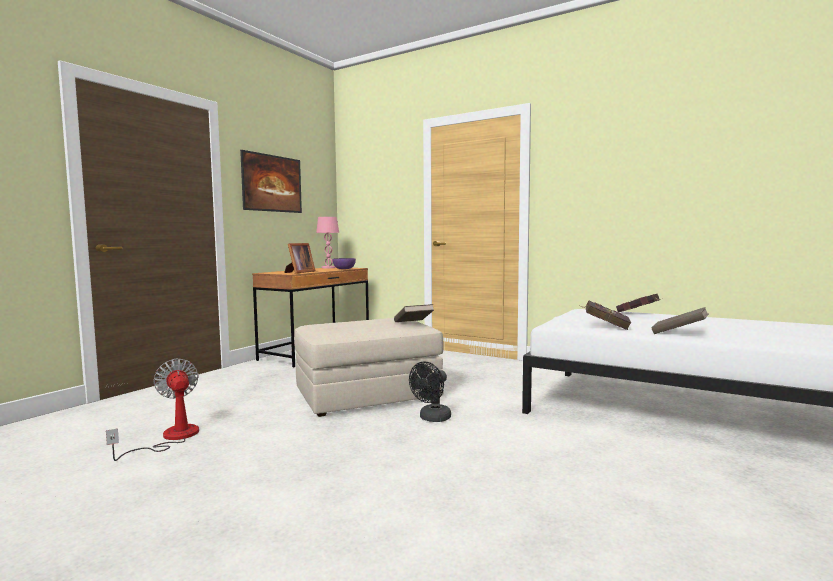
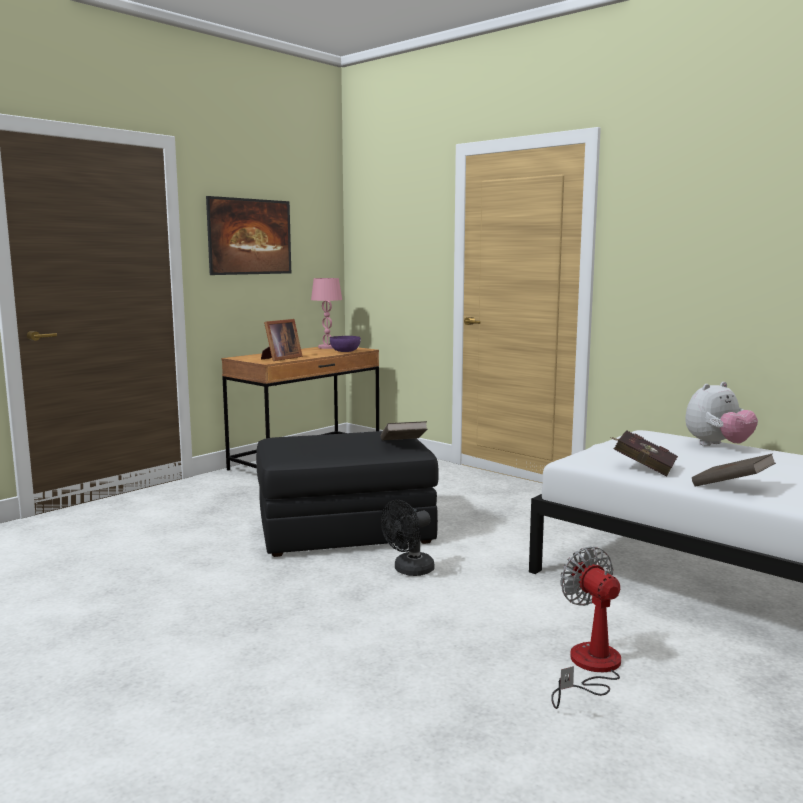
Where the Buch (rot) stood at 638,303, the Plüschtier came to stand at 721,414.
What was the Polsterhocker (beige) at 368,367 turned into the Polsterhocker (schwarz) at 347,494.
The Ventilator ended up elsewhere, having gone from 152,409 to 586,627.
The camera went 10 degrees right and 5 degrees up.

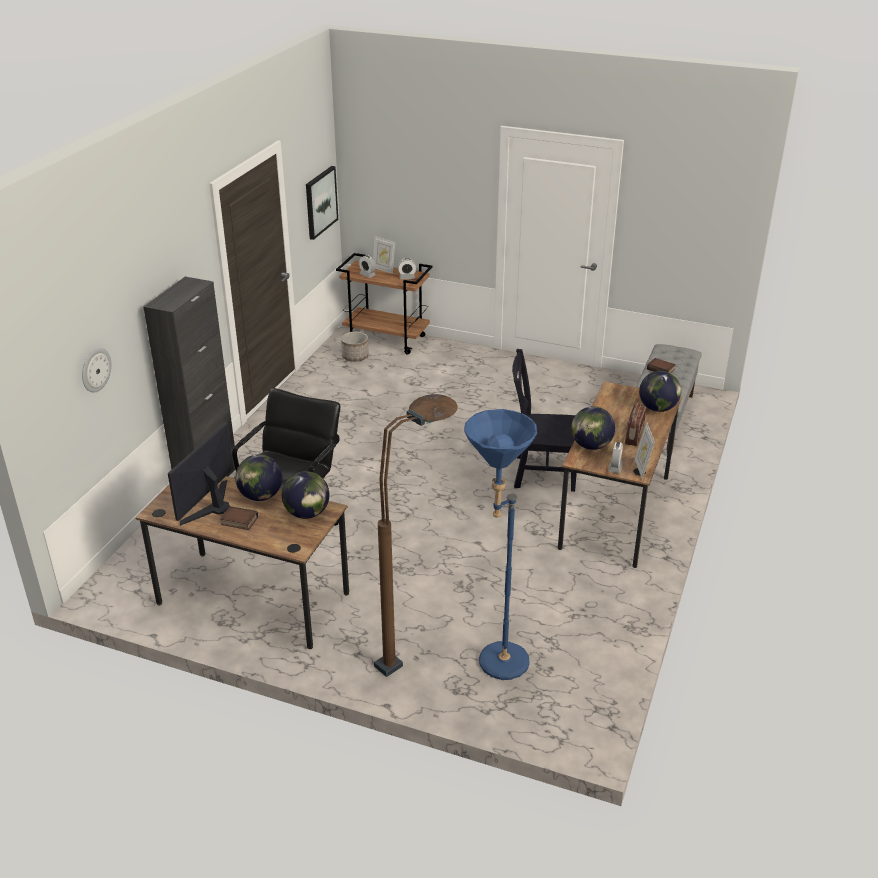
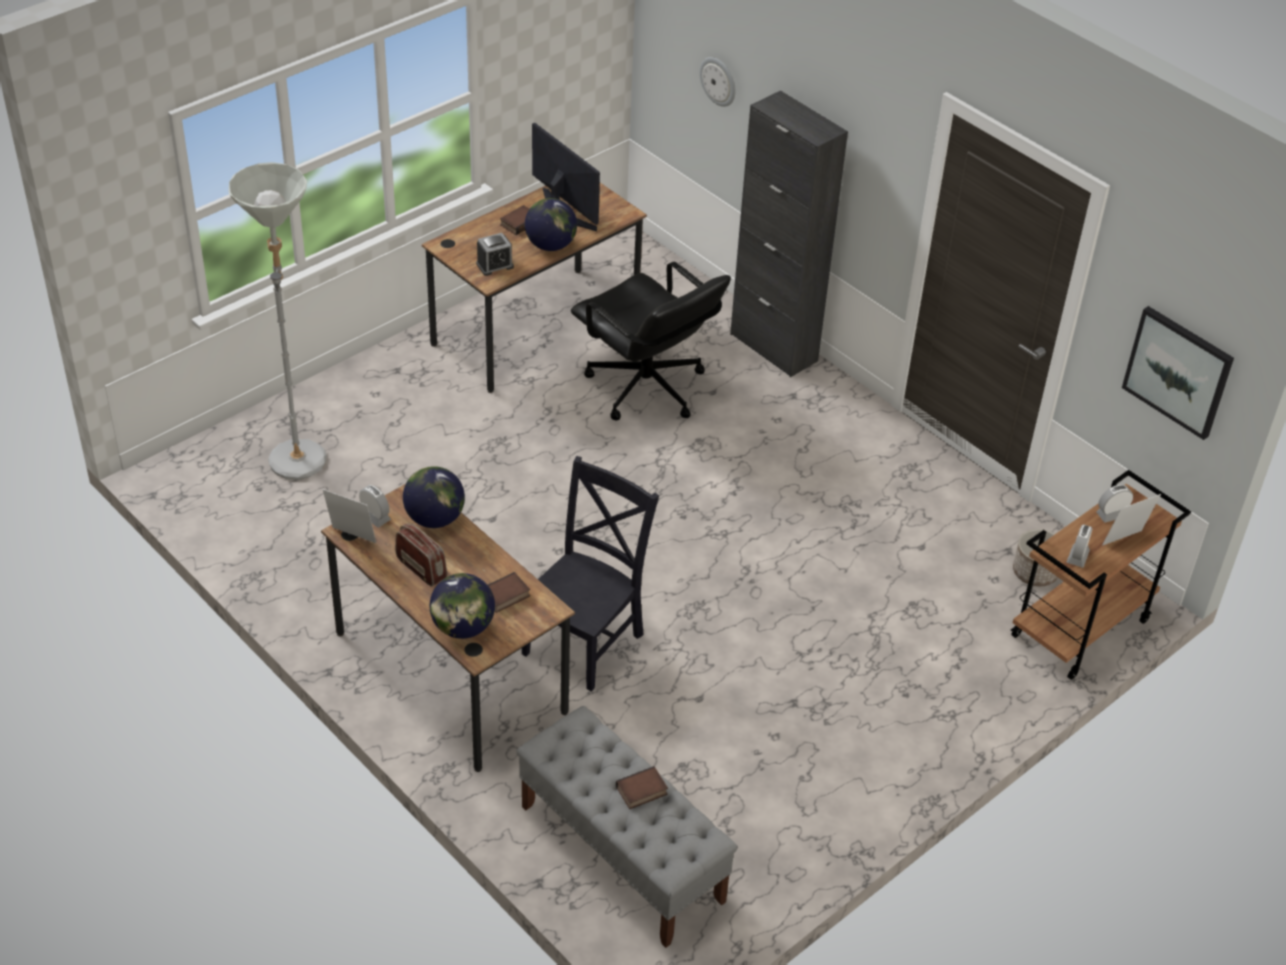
The second view lost the Stehlampe (braun) at 416,535.
What was the Stehlampe (blau) at 500,544 turned into the Stehlampe (grau) at 278,321.
Where the Globus stood at 306,495, the Wecker came to stand at 495,254.
The second view gained the Buch at 509,592.
The camera went 115 degrees right and 10 degrees up.

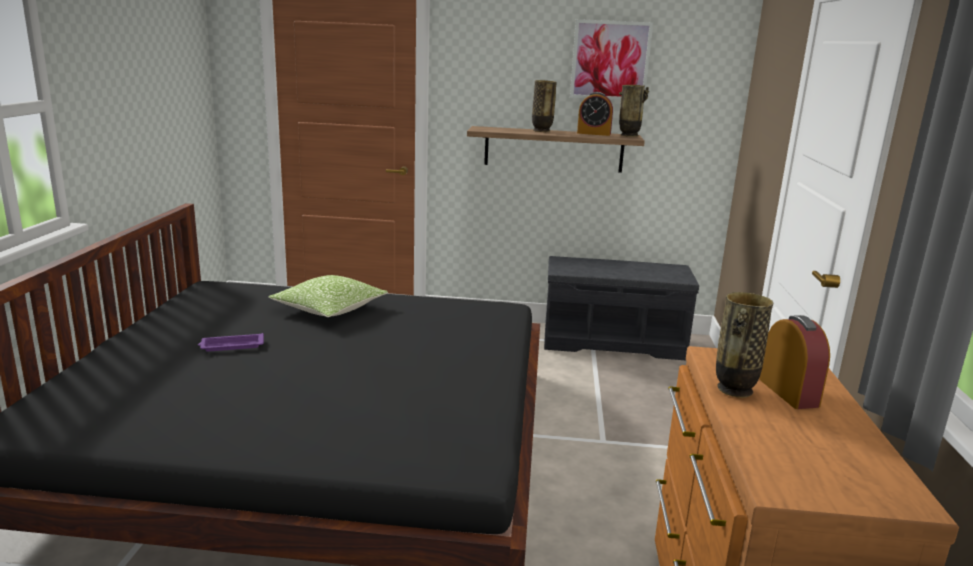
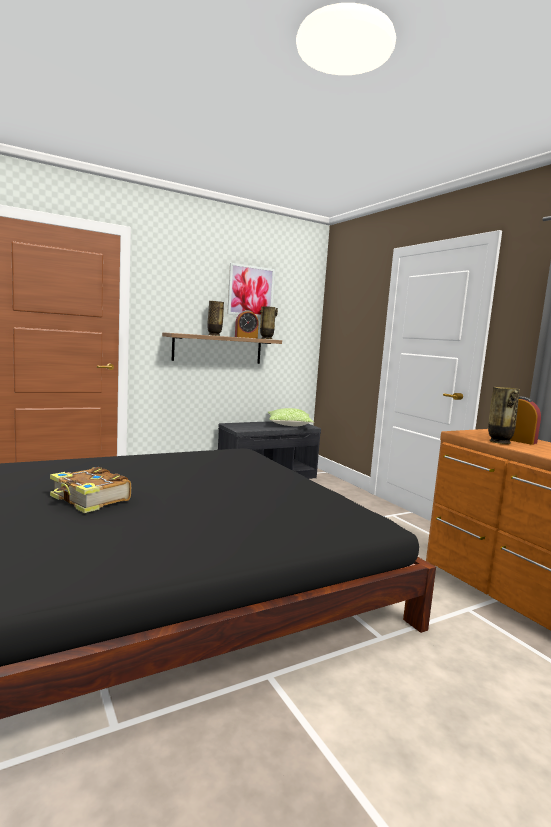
The Kissen ended up elsewhere, having gone from 328,296 to 291,417.
Where the Tablett (lila) stood at 231,342, the Buch came to stand at 90,490.
The camera went 35 degrees left and 10 degrees down.

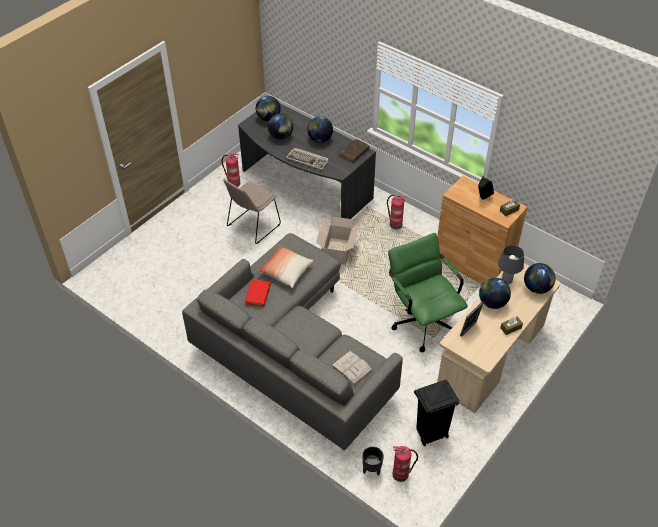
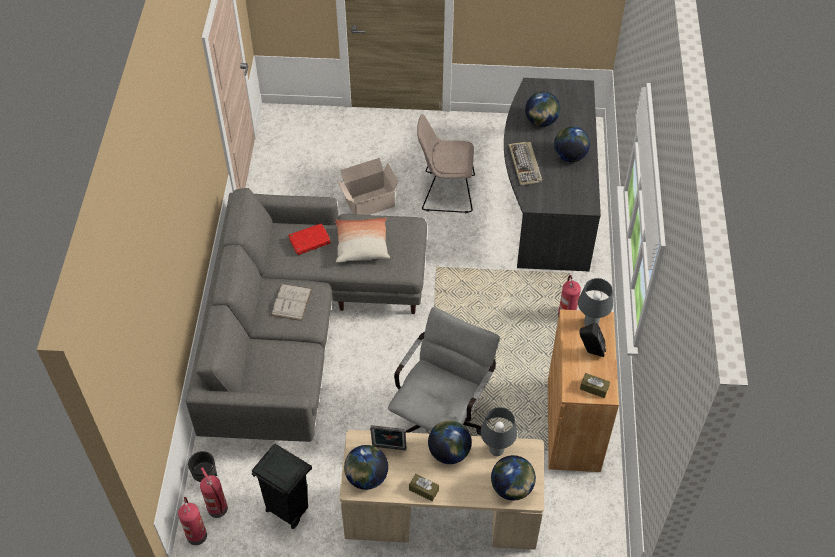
The Globus ended up elsewhere, having gone from 268,108 to 366,467.
The second view lost the Buch (braun) at 355,150.
The Feuerlöscher ended up elsewhere, having gone from 231,170 to 192,521.
The Karton ended up elsewhere, having gone from 338,240 to 367,186.
What was the Bürostuhl (grün) at 428,292 turned into the Bürostuhl (grau) at 444,371.
The Buch (weiß) ended up elsewhere, having gone from 352,367 to 291,302.
The second view gained the Tischlampe (grau) at 595,302.
The camera went 55 degrees right and 5 degrees up.

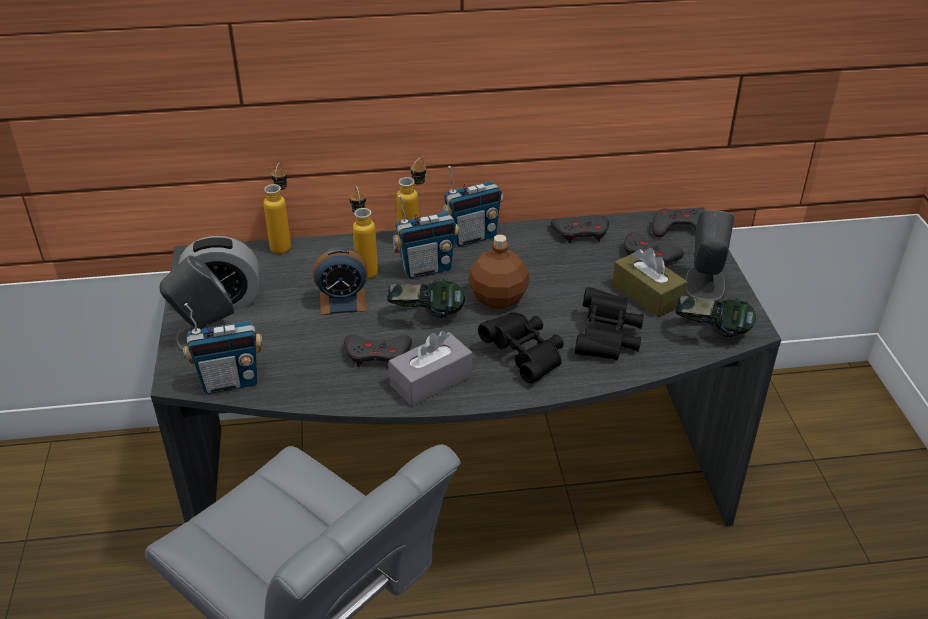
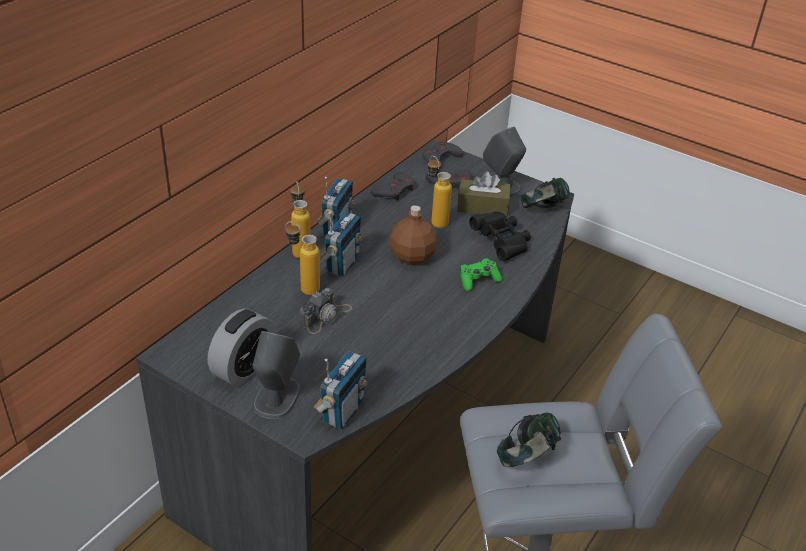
The Flasche ended up elsewhere, having gone from 277,208 to 440,192.
Where the Wecker stood at 340,281, the Kamera came to stand at 326,311.
The Kopfhörer ended up elsewhere, having gone from 426,298 to 529,439.
Where the Fernglas (schwarz) stood at 520,347, the Gamepad (grün) came to stand at 481,274.
The second view lost the Taschentuchbox (grau) at 430,368.
The second view lost the Gamepad (grau) at 378,351.
The camera went 50 degrees left and 0 degrees up.

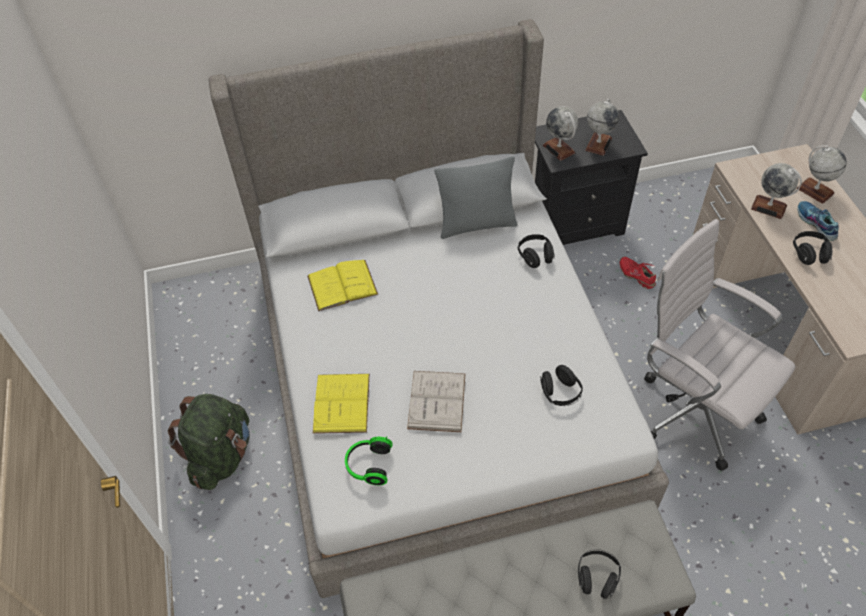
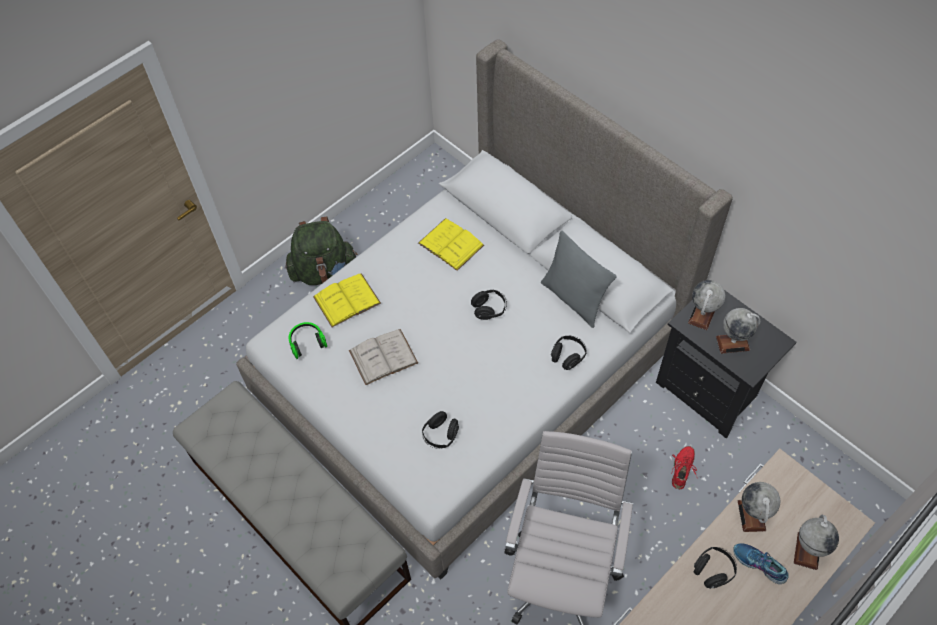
The Schuh at 818,221 ended up facing another way, 90 degrees counterclockwise from before.
The Kopfhörer (schwarz) ended up elsewhere, having gone from 599,574 to 489,305.
The camera went 60 degrees right and 5 degrees up.

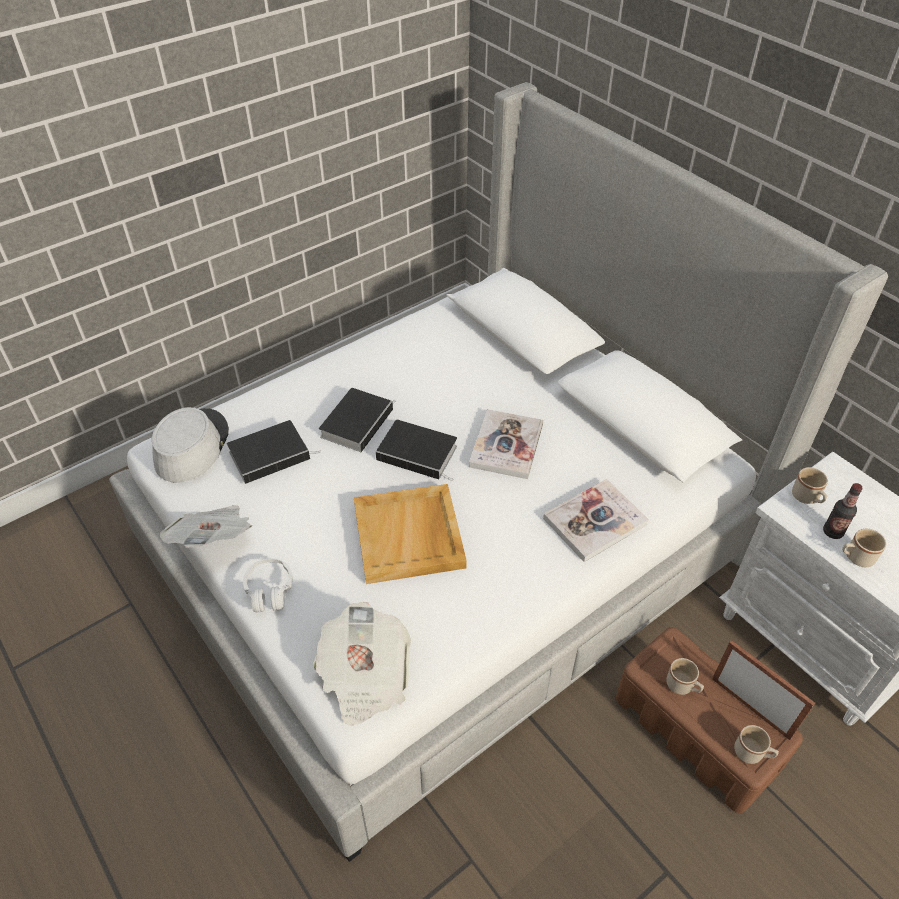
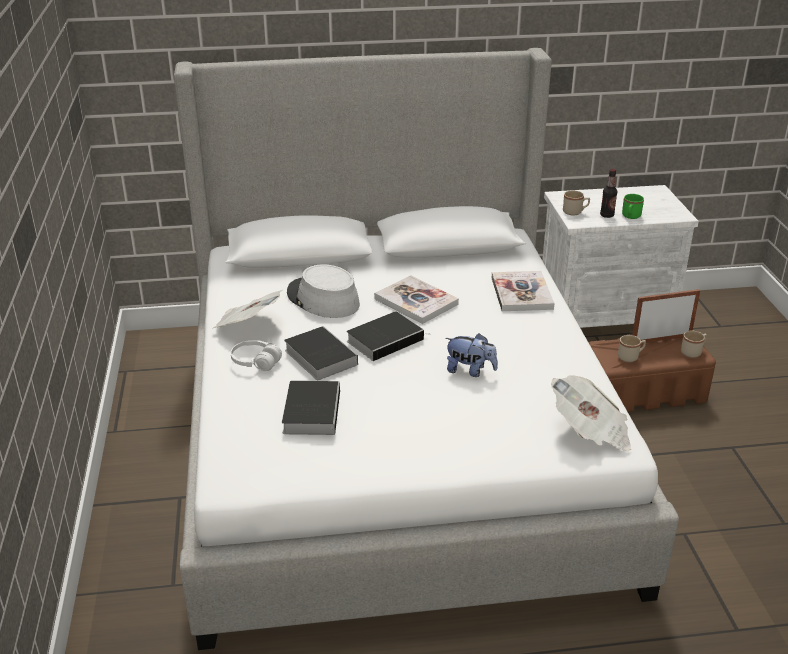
The Hut (grau) ended up elsewhere, having gone from 190,445 to 323,291.
Where the Tablett (beige) stood at 410,534, the Plüschtier came to stand at 471,355.
The Zeitung ended up elsewhere, having gone from 205,526 to 247,309.
What was the Henkelbecher (beige) at 864,548 turned into the Henkelbecher (grün) at 633,206.
The Kopfhörer (weiß) ended up elsewhere, having gone from 268,585 to 256,355.
The camera went 60 degrees left and 15 degrees down.

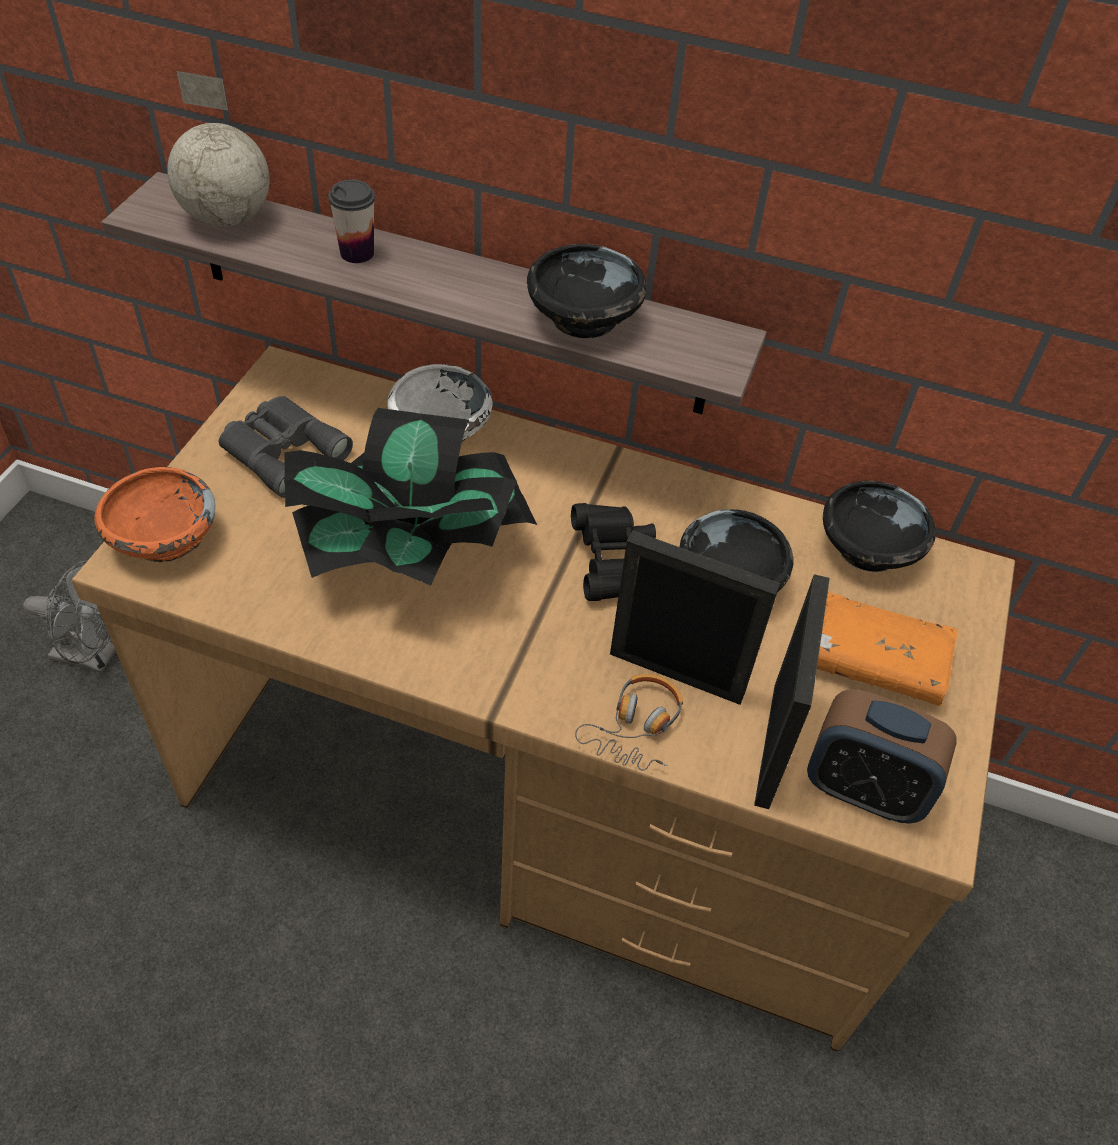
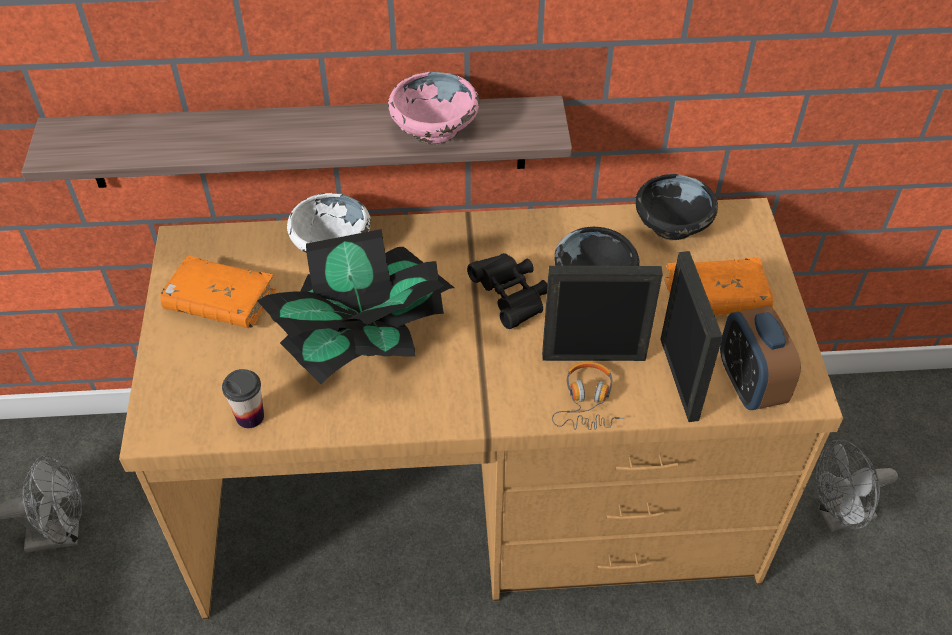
The second view lost the Globus at 218,149.
The Tasse ended up elsewhere, having gone from 351,221 to 243,398.
What was the Schüssel (schwarz) at 587,291 turned into the Schüssel (rosa) at 433,108.
Where the Fernglas (grau) stood at 286,447, the Buch (orange) came to stand at 218,292.
The second view lost the Schüssel (orange) at 154,514.
The Wecker at 882,756 ended up facing another way, 75 degrees clockwise from before.
The second view gained the Ventilator (grau) at 856,485.
The camera went 20 degrees left and 0 degrees up.

